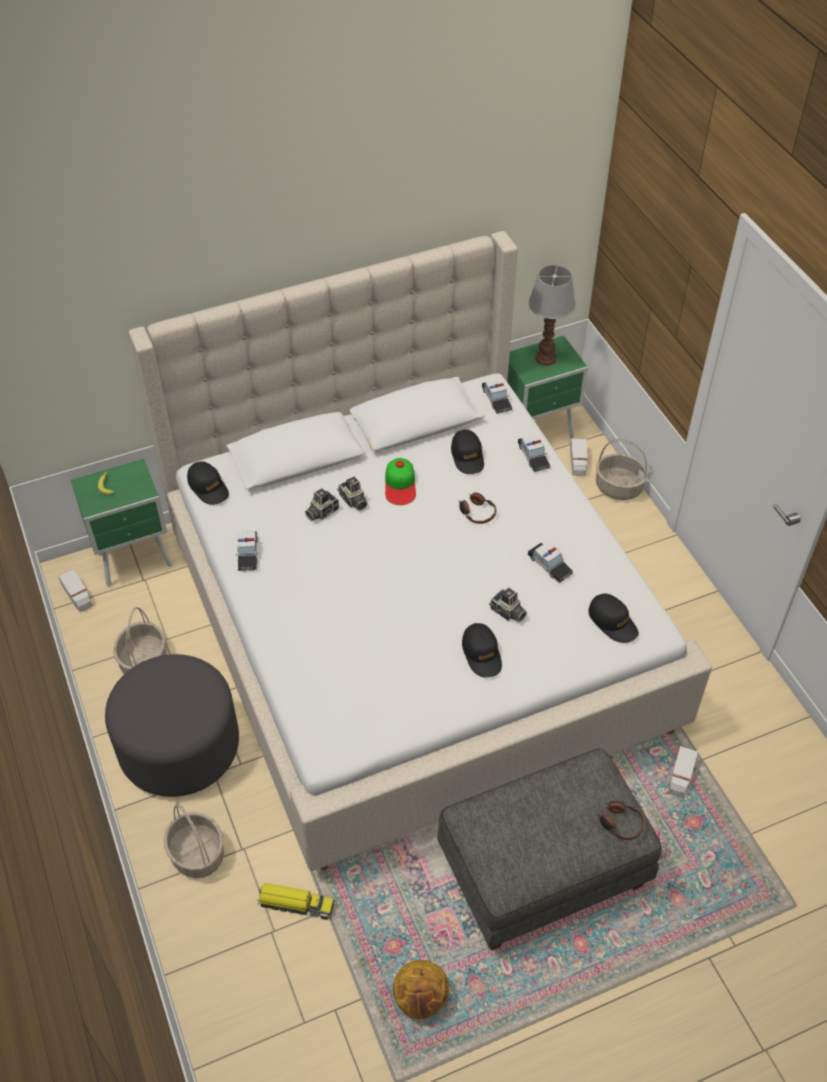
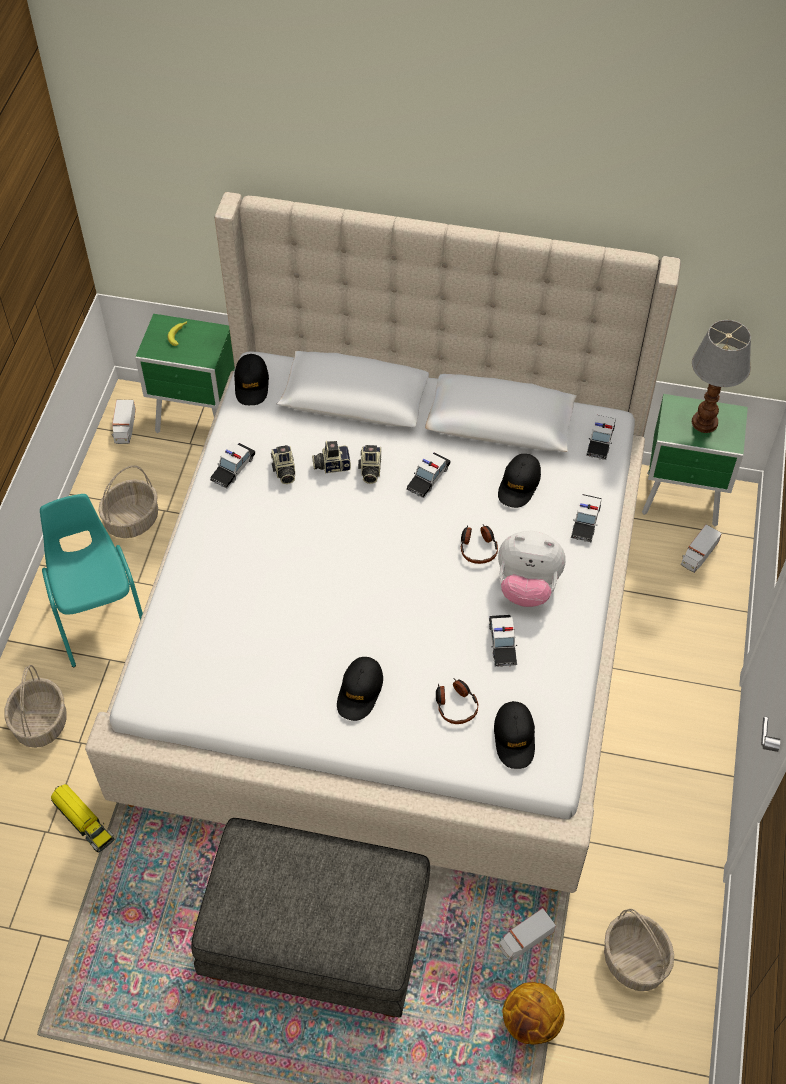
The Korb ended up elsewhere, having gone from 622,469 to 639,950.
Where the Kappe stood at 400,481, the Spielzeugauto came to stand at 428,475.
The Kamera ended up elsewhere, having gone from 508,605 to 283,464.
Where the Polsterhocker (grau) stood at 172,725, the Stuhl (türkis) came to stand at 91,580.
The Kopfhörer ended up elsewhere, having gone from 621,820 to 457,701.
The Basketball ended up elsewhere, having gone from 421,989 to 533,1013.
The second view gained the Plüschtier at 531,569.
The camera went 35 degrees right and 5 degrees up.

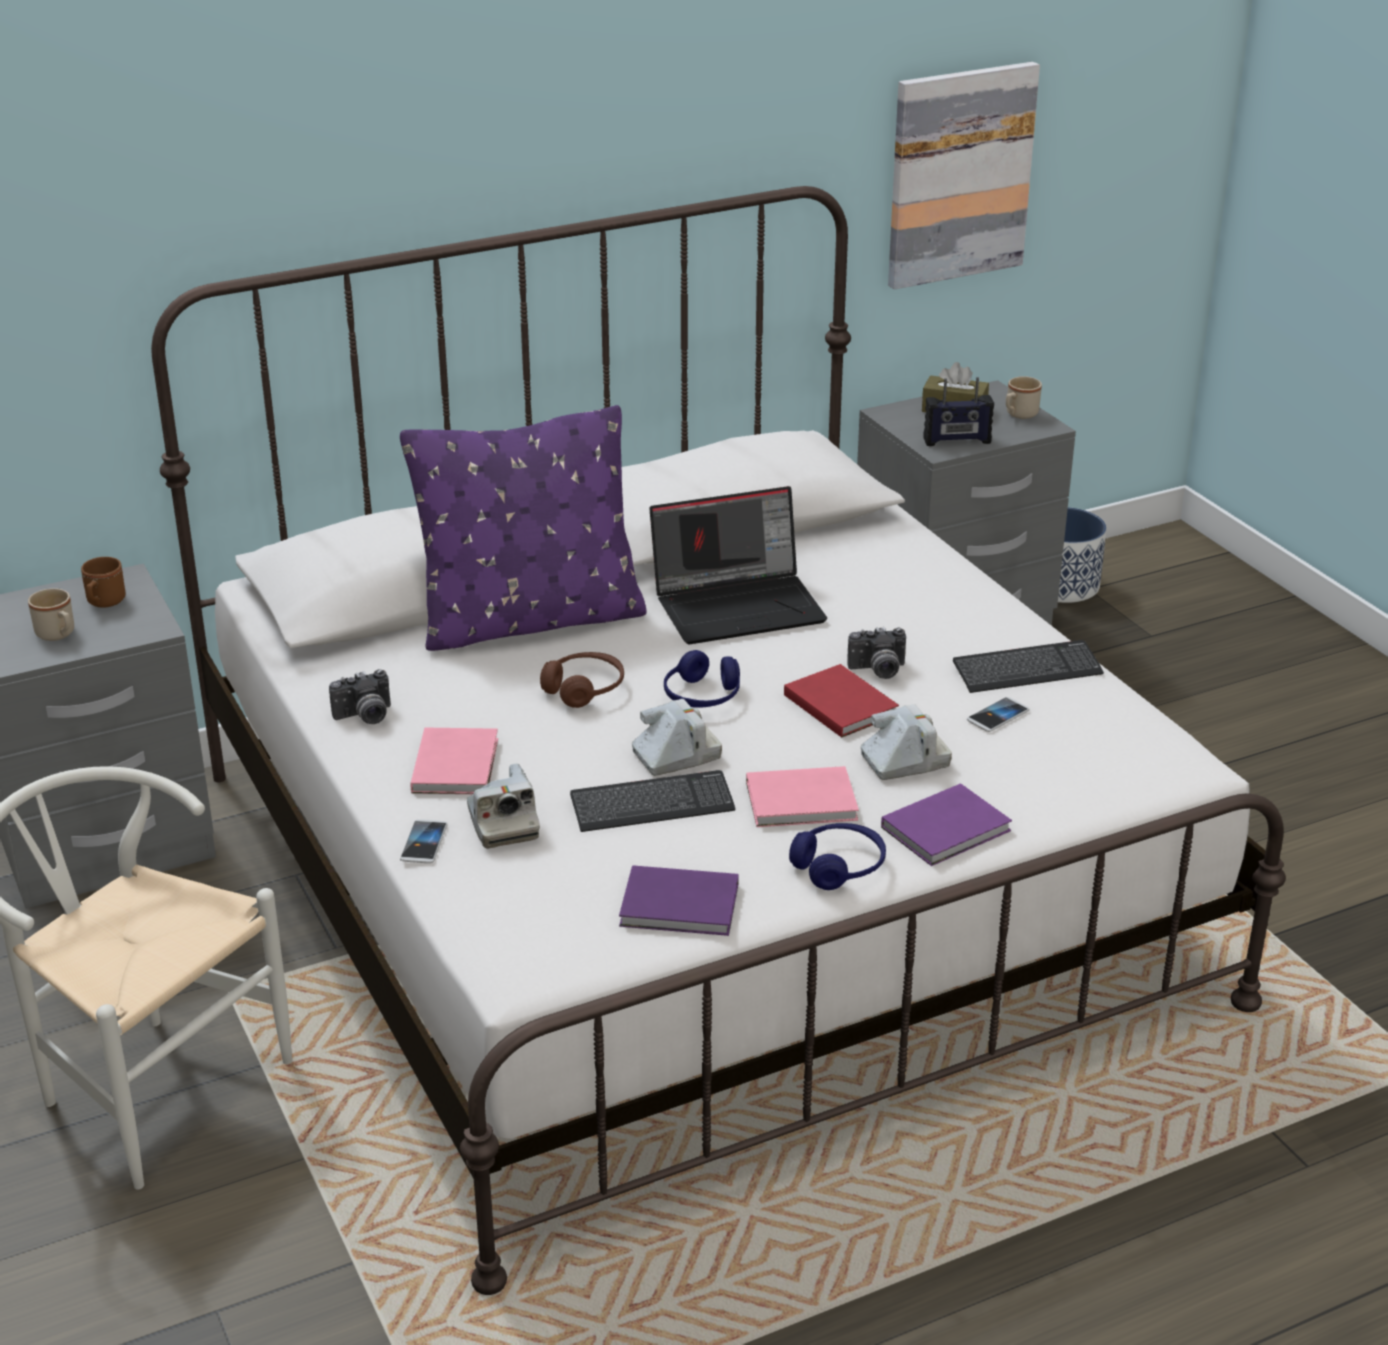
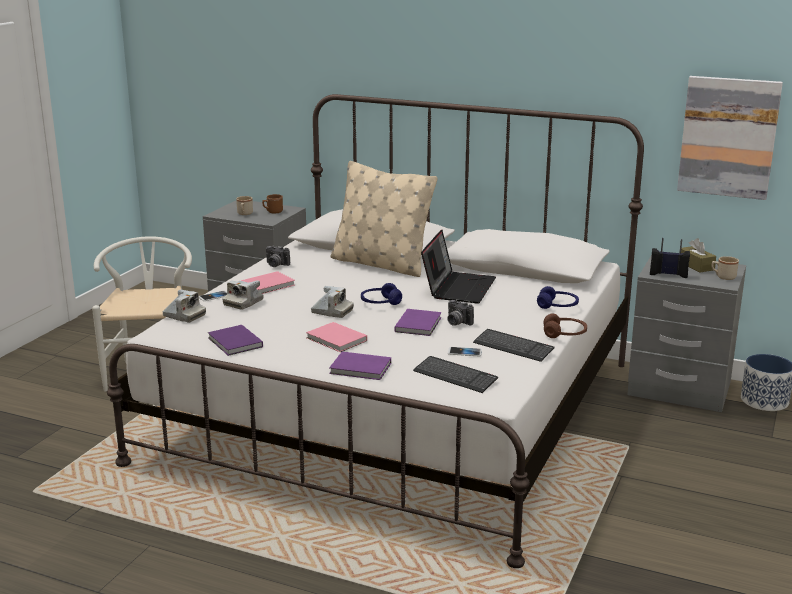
The Radio at 958,411 ended up facing another way, 150 degrees clockwise from before.
What was the Kissen (lila) at 523,528 turned into the Kissen (beige) at 383,219.
The Laptop at 738,565 ended up facing another way, 105 degrees counterclockwise from before.
The Kopfhörer (braun) ended up elsewhere, having gone from 582,680 to 565,326.
What was the Buch (rot) at 841,701 turned into the Buch (lila) at 418,322.
The Kamera ended up elsewhere, having gone from 906,742 to 184,306.
The Tastatur ended up elsewhere, having gone from 653,801 to 455,374.
The Kopfhörer (blau) ended up elsewhere, having gone from 837,856 to 558,297.
The camera went 50 degrees right and 10 degrees down.

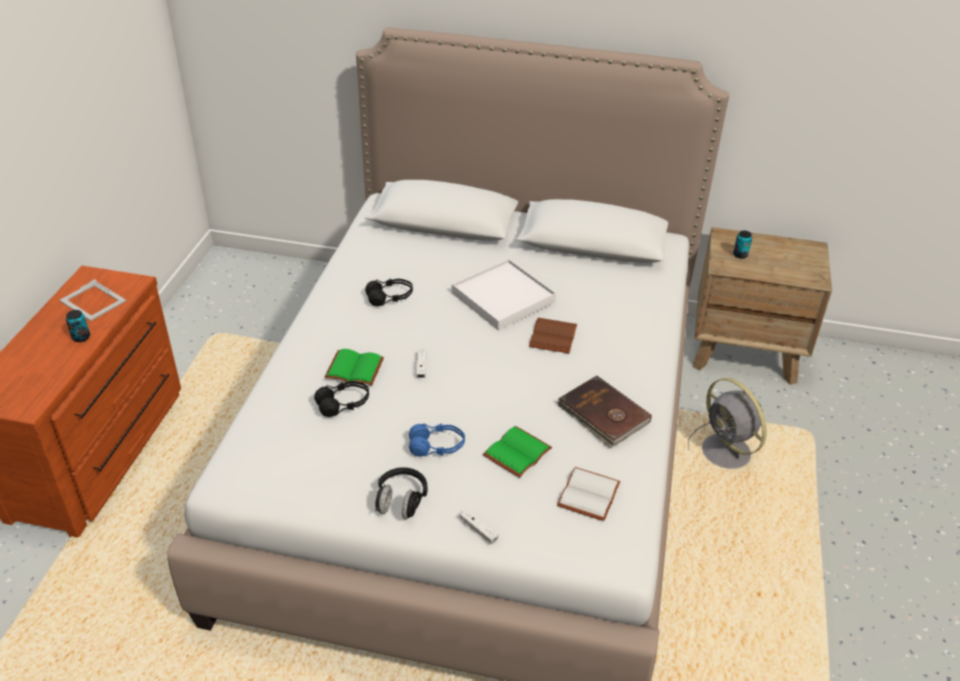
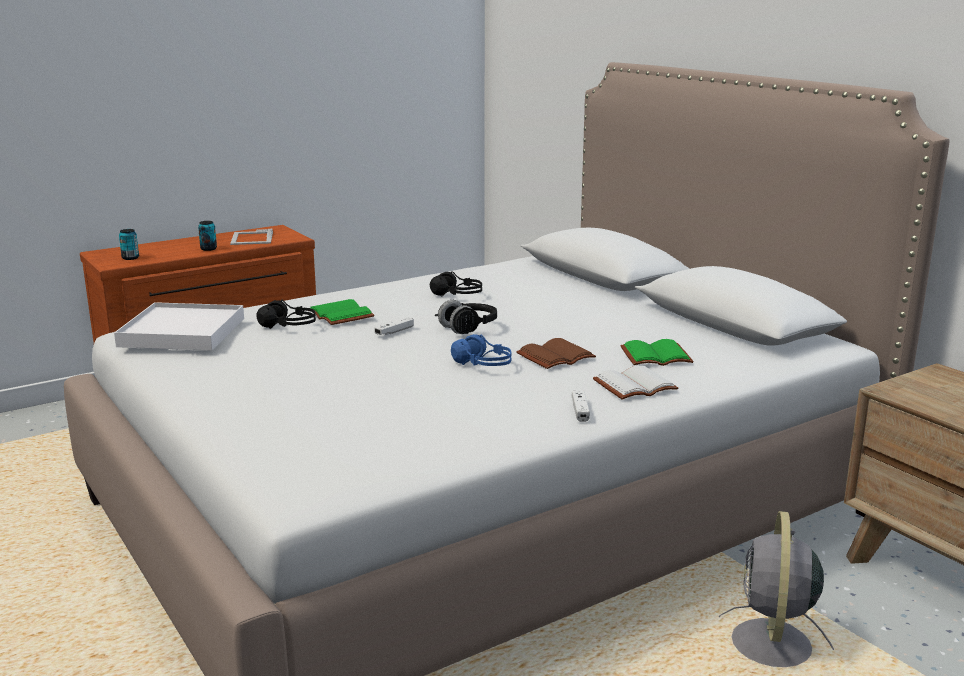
The Dose ended up elsewhere, having gone from 742,244 to 129,244.
The Tablett (weiß) ended up elsewhere, having gone from 504,294 to 179,326.
The second view lost the Buch (braun) at 604,411.
The Kopfhörer (blau) ended up elsewhere, having gone from 437,440 to 481,350.
The Buch (grün) ended up elsewhere, having gone from 517,452 to 657,352.
The Kopfhörer (schwarz) ended up elsewhere, having gone from 401,493 to 466,317.
The Buch (weiß) ended up elsewhere, having gone from 589,494 to 635,382.
The Gamepad (weiß) ended up elsewhere, having gone from 479,526 to 581,406.
The camera went 45 degrees right and 20 degrees down.

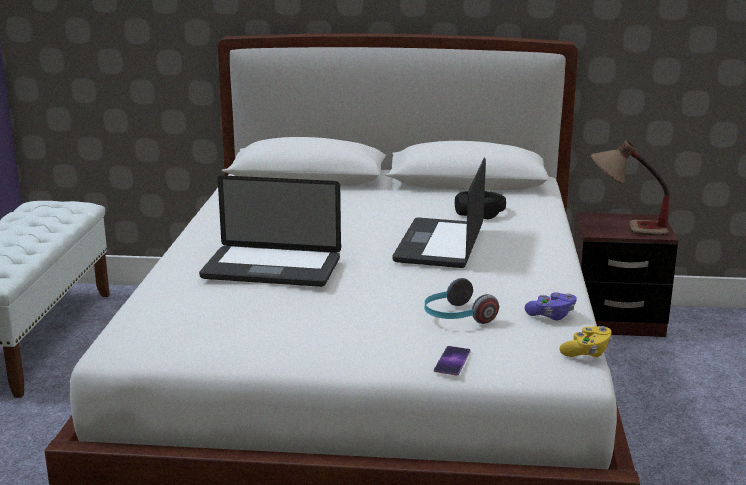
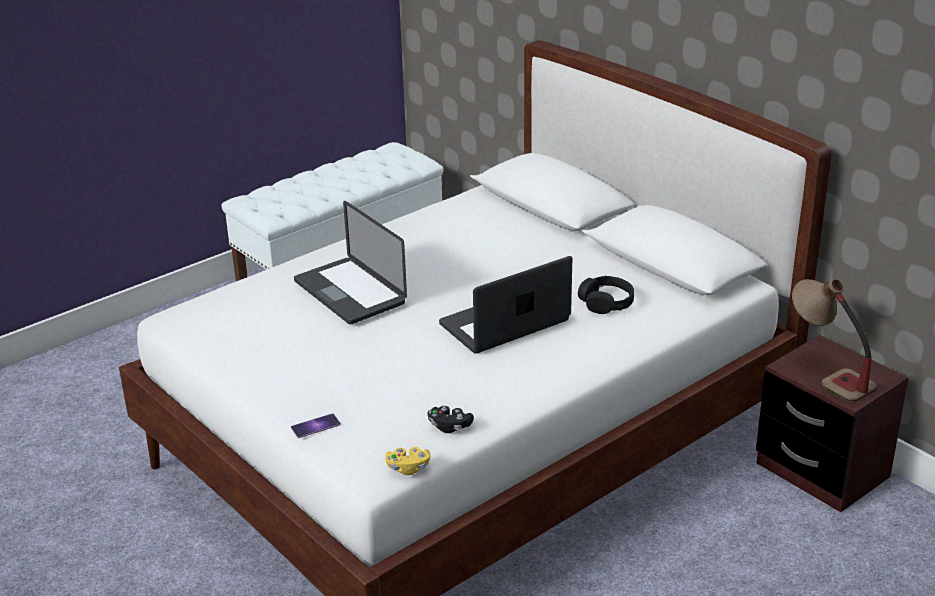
The second view lost the Kopfhörer at 461,301.
What was the Gamepad (lila) at 551,306 turned into the Gamepad (schwarz) at 451,419.
The camera went 45 degrees right and 10 degrees up.

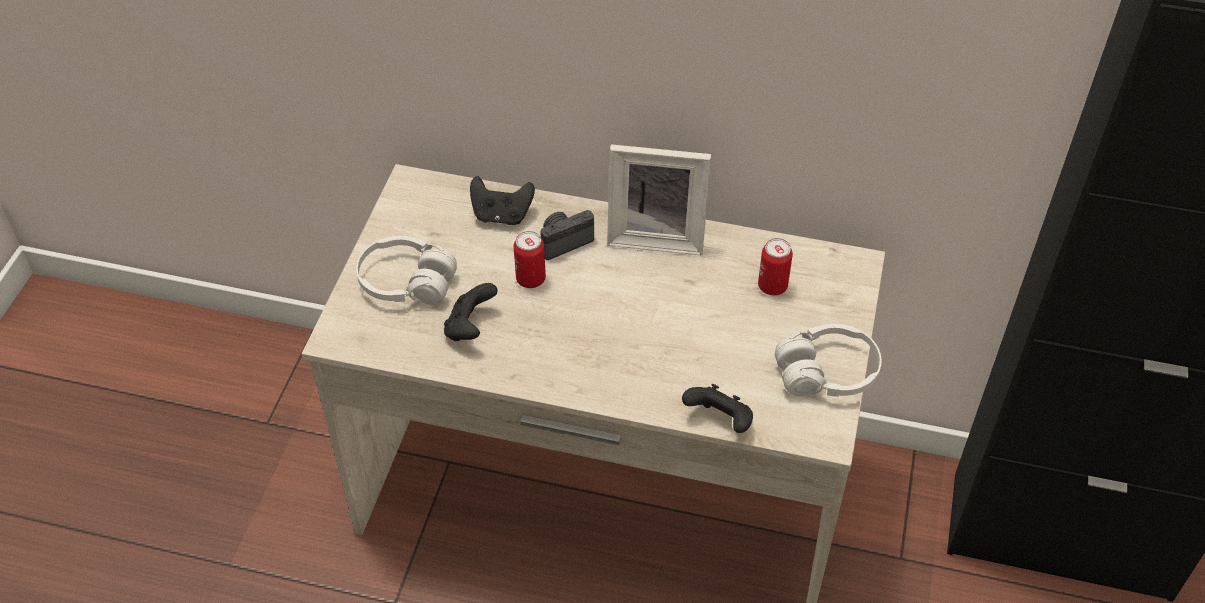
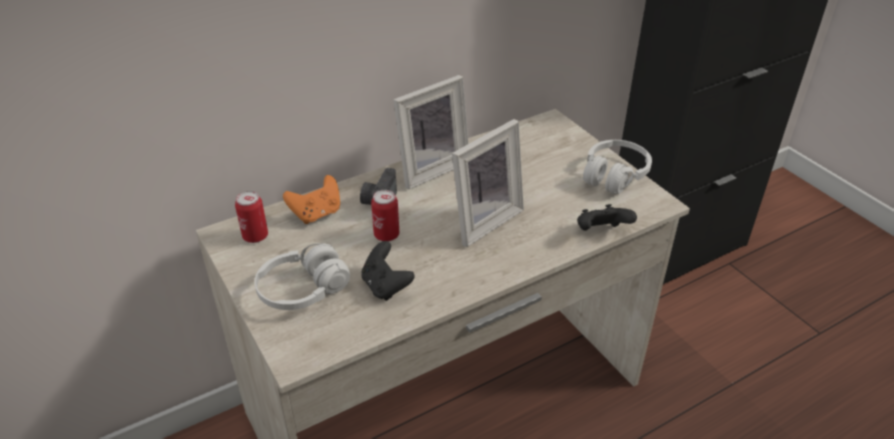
What was the Gamepad (schwarz) at 502,200 turned into the Gamepad (orange) at 311,199.
The Dose ended up elsewhere, having gone from 775,266 to 251,217.
The second view gained the Bilderrahmen at 488,183.
The camera went 45 degrees left and 10 degrees down.

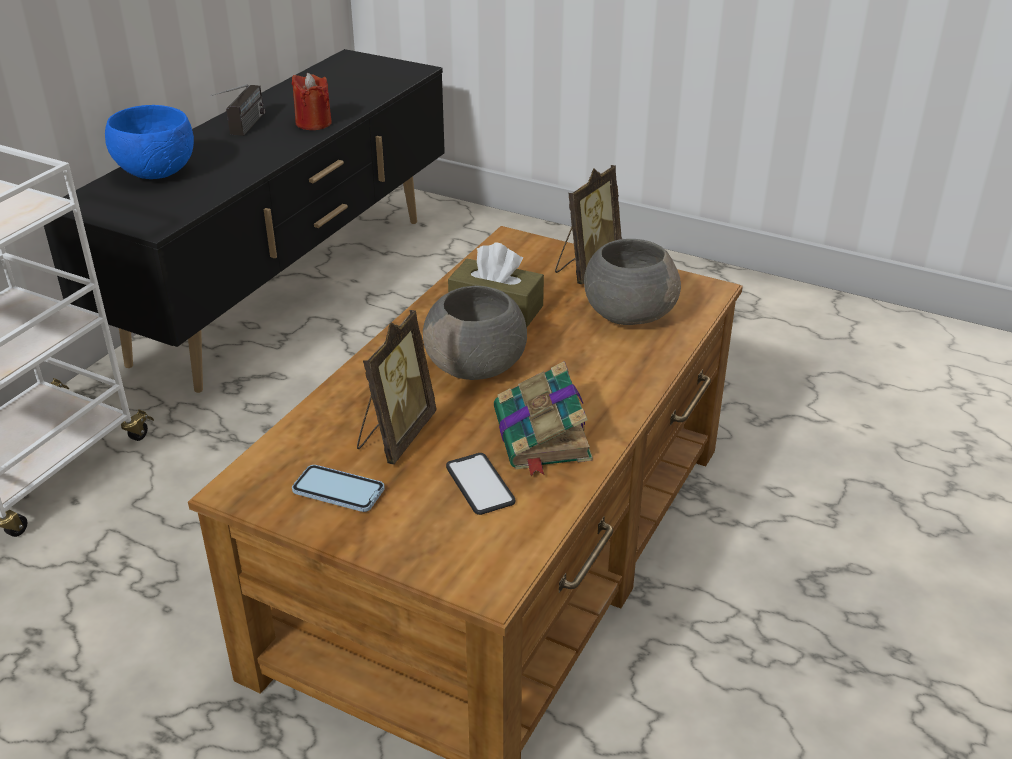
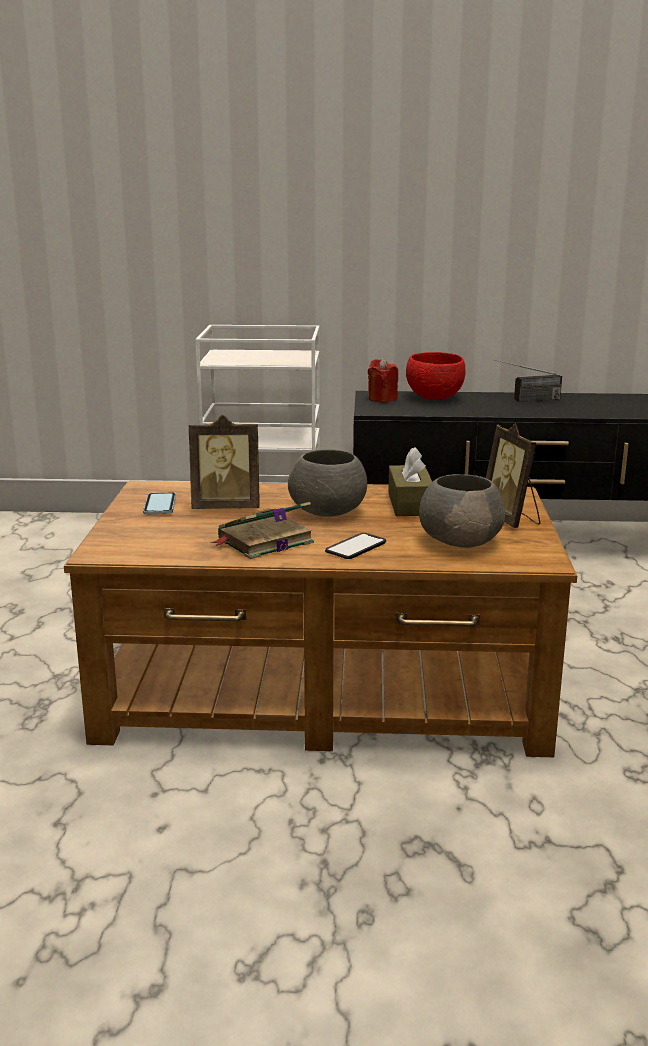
The Kerze (rot) ended up elsewhere, having gone from 312,101 to 383,380.
What was the Schüssel (blau) at 149,142 turned into the Schüssel (rot) at 435,376.
The Bilderrahmen at 588,224 ended up facing another way, 60 degrees clockwise from before.
The Handy ended up elsewhere, having gone from 480,484 to 355,546.
The camera went 65 degrees right and 15 degrees down.

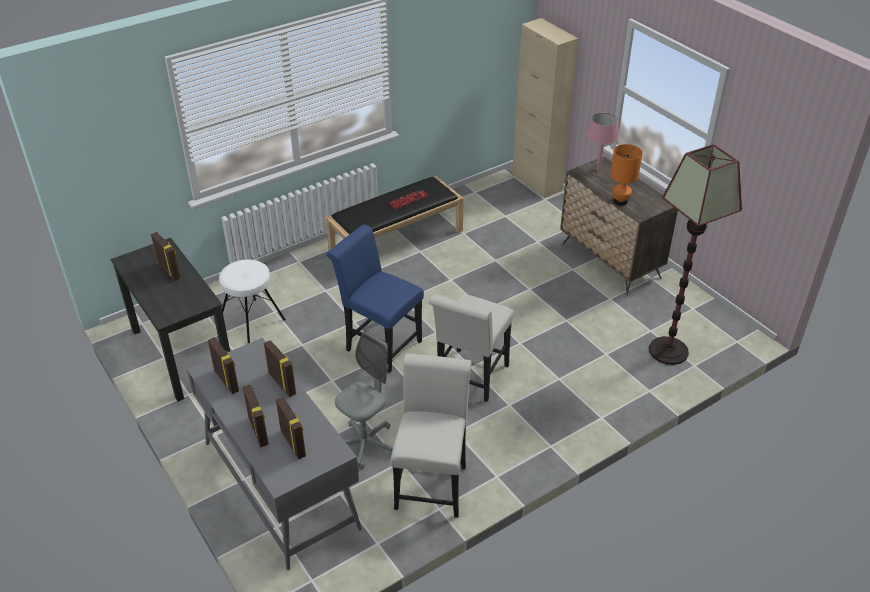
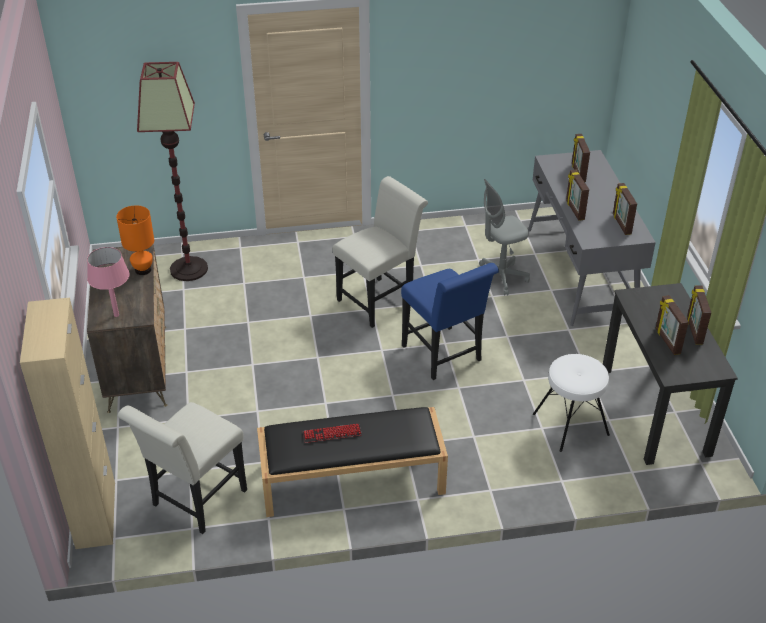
The Stuhl (weiß) ended up elsewhere, having gone from 431,435 to 182,468.
The Bilderrahmen ended up elsewhere, having gone from 255,416 to 699,315.
The camera went 155 degrees left and 0 degrees up.

